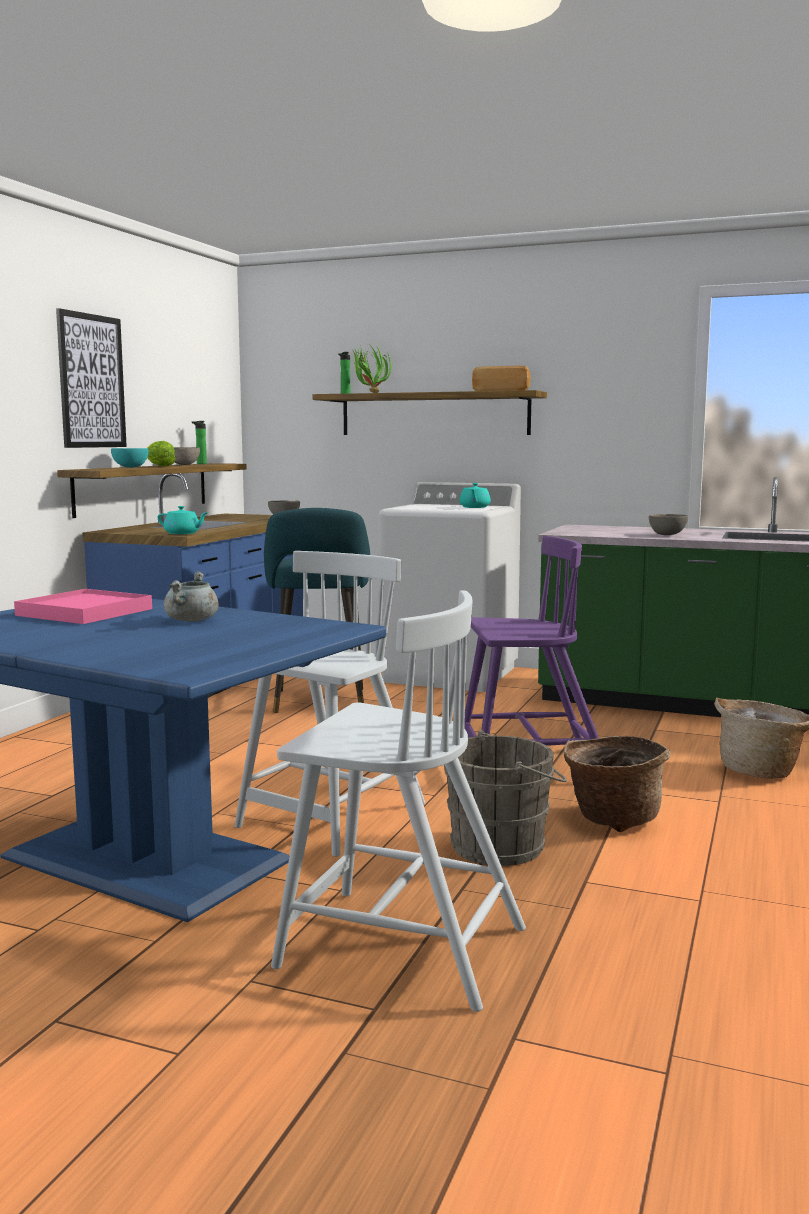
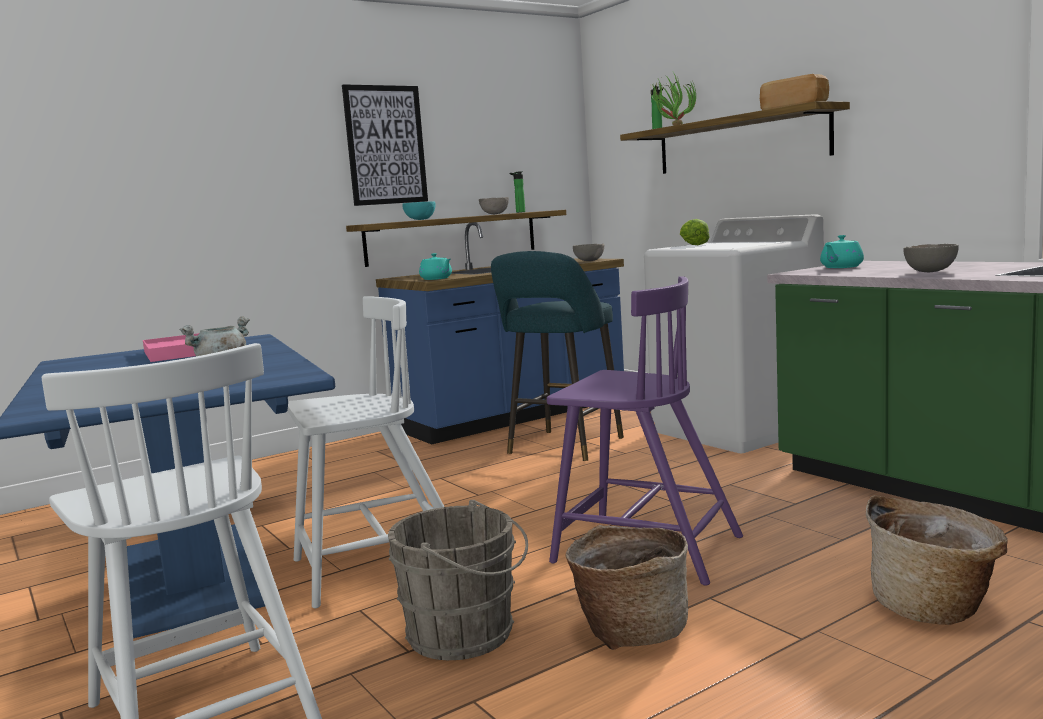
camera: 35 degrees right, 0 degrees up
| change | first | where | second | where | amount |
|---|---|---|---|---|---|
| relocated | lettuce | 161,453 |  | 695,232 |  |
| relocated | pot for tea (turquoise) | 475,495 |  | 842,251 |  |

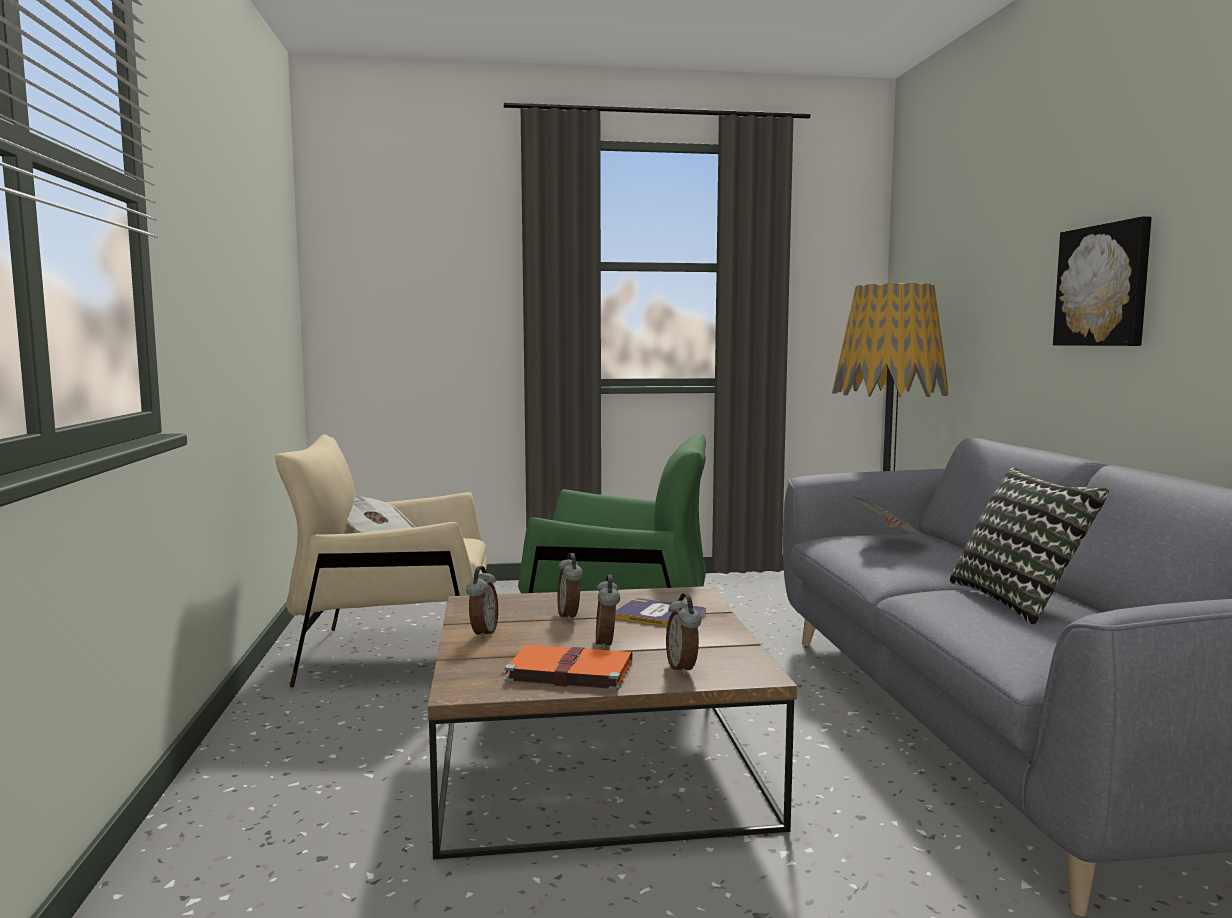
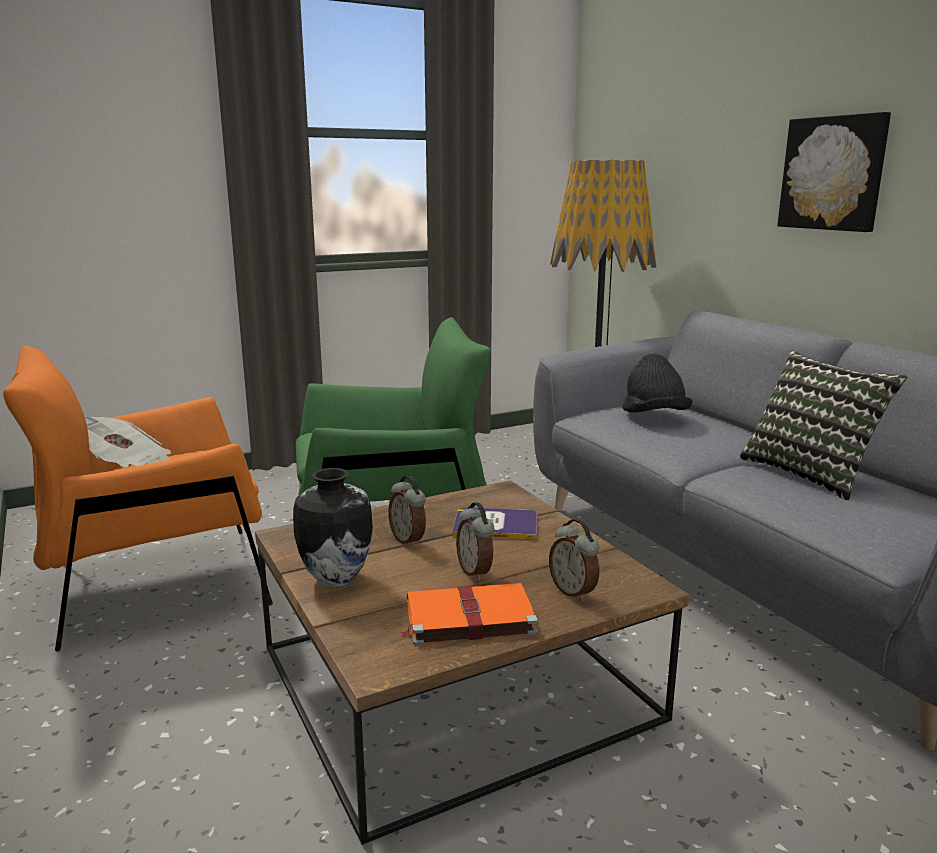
camera: 20 degrees left, 10 degrees up
| change | first | where | second | where | amount |
|---|---|---|---|---|---|
| exchanged | alarm clock | 482,602 | flower vase | 333,527 |  |
| exchanged | daily paper | 896,520 | clothing hat (black) | 657,383 |  |
| colour | easy chair (sand-coloured) | 381,561 | easy chair (orange-coloured) | 138,498 |  |

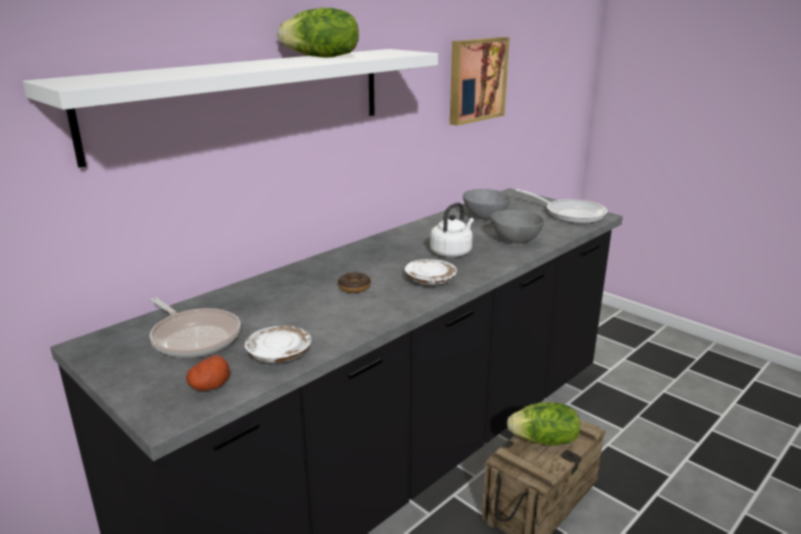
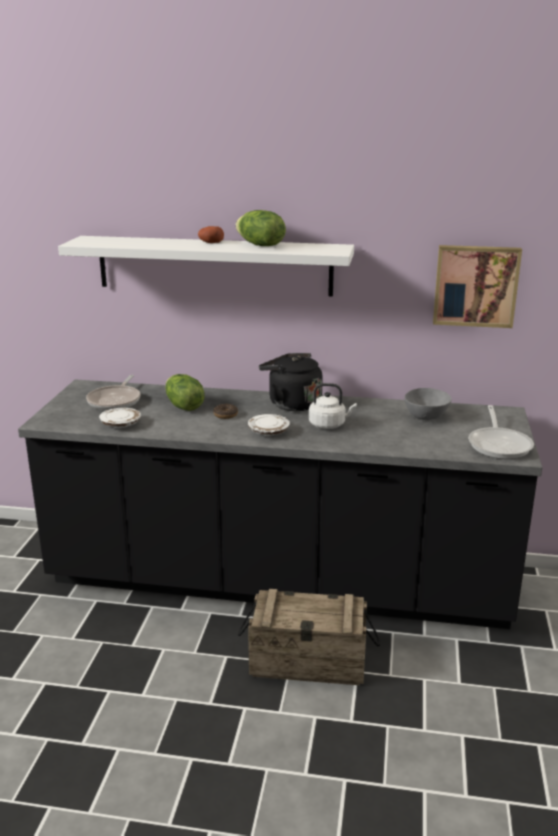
camera: 55 degrees right, 0 degrees up
| change | first | where | second | where | amount |
|---|---|---|---|---|---|
| missing | deep dish (gray) | 518,226 |  |  |  |
| appeared |  |  | water kettle (black) | 291,382 |  |
| relocated | potato | 208,373 |  | 211,234 |  |
| relocated | lettuce | 543,424 |  | 185,392 |  |

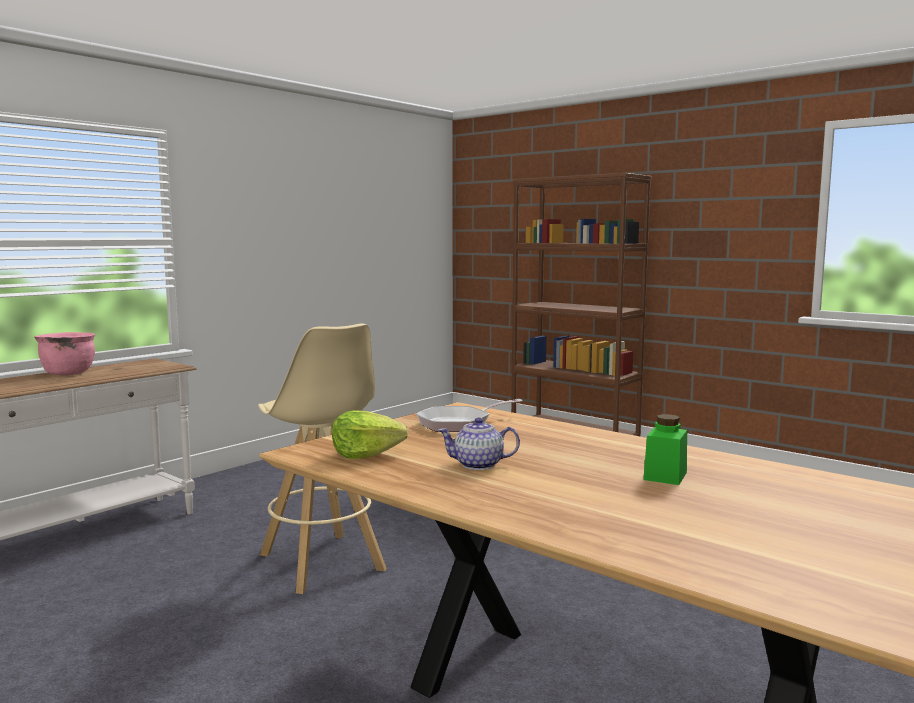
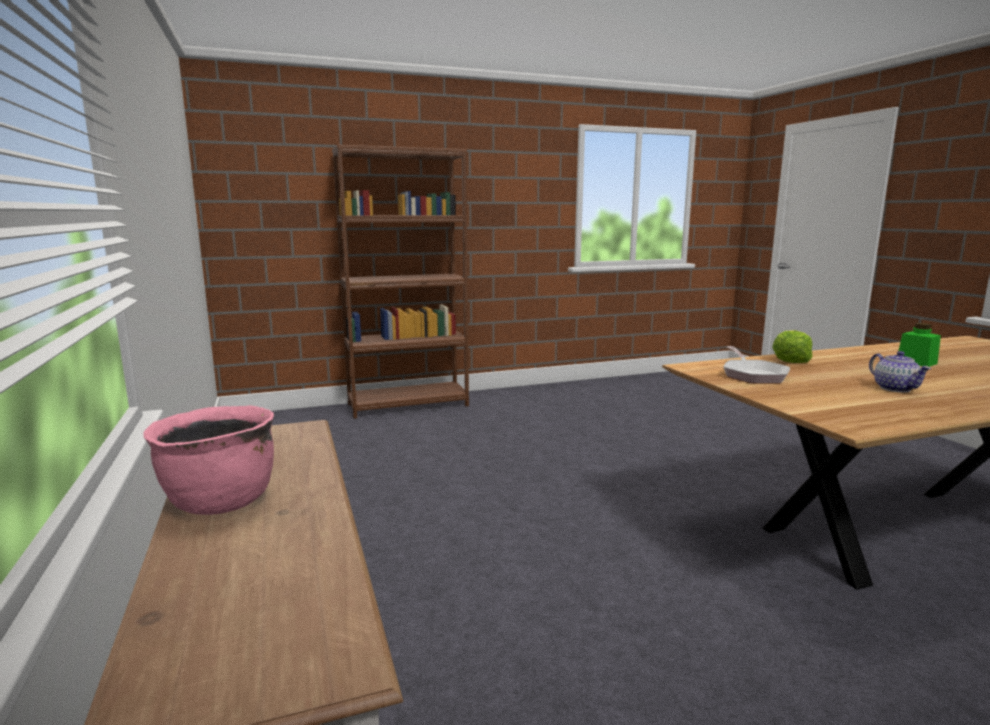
camera: 60 degrees left, 5 degrees up
| change | first | where | second | where | amount |
|---|---|---|---|---|---|
| missing | stool seat (sand-coloured) | 322,458 |  |  |  |
| relocated | lettuce | 370,434 |  | 792,346 |  |
| spun | pot for tea | 479,444 |  | 900,371 | 45 degrees counterclockwise |

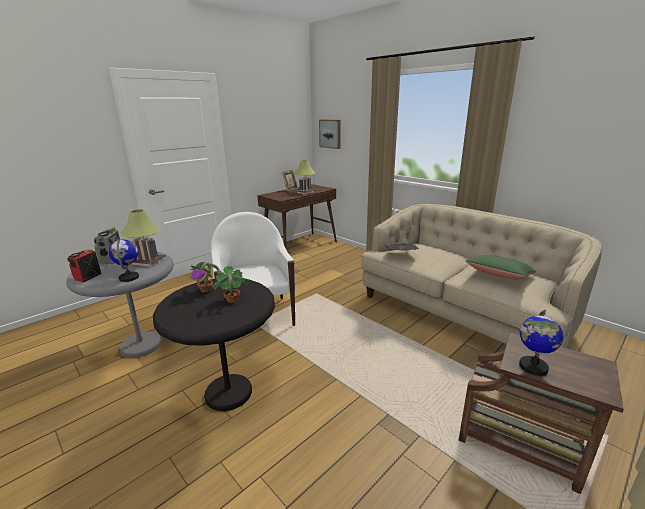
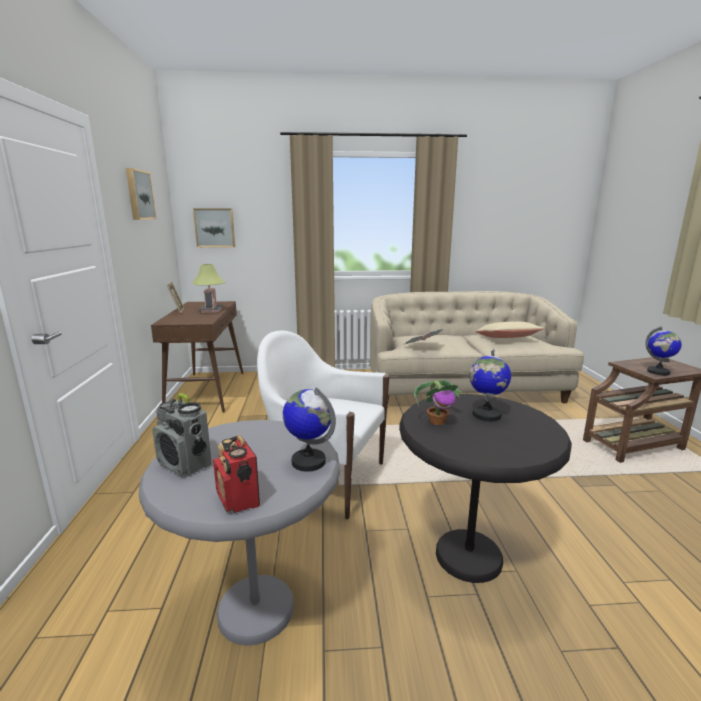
camera: 50 degrees left, 5 degrees down
| change | first | where | second | where | amount |
|---|---|---|---|---|---|
| missing | tabletop lamp | 143,238 |  |  |  |
| appeared |  |  | picture | 141,194 |  |
| exchanged | plant in a pot | 230,284 | world globe | 490,385 |  |
| colour | cushion (green) | 501,267 | cushion (sand-coloured) | 509,330 |  |

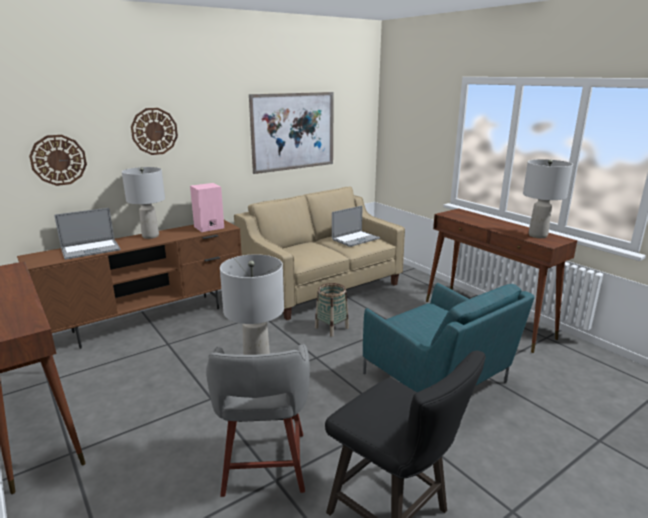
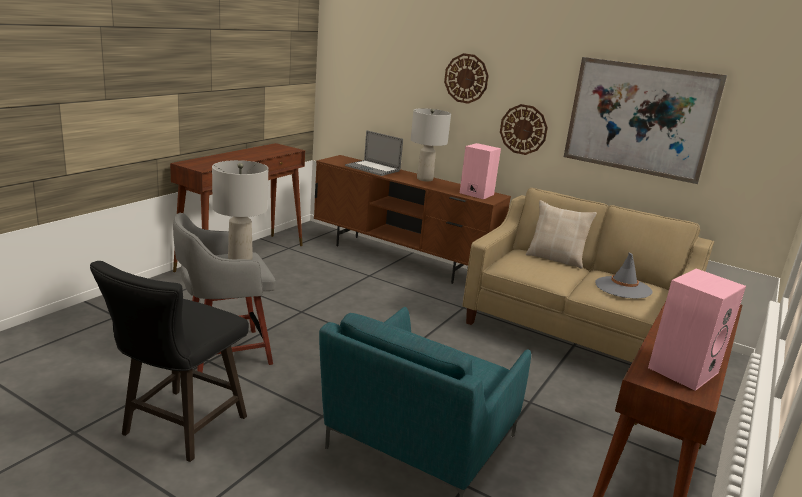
camera: 65 degrees right, 0 degrees up
| change | first | where | second | where | amount |
|---|---|---|---|---|---|
| missing | household basket | 332,310 |  |  |  |
| appeared |  |  | cushion (sand-coloured) | 561,234 |  |
| relocated | wall clock | 58,160 |  | 524,129 |  |
| exchanged | notebook computer | 356,226 | clothing hat (gray) | 623,275 |  |
| exchanged | tabletop lamp (gray) | 548,198 | audio speaker (pink-coloured) | 697,330 |  |

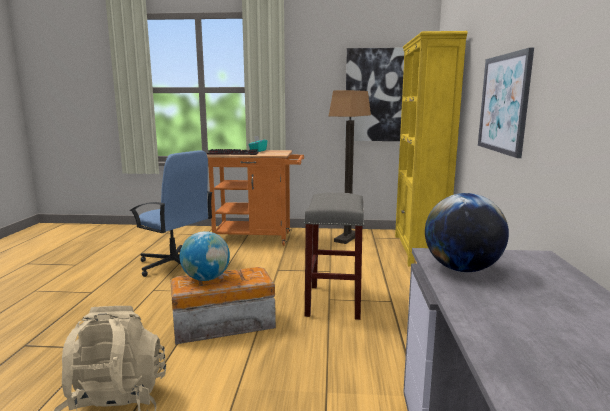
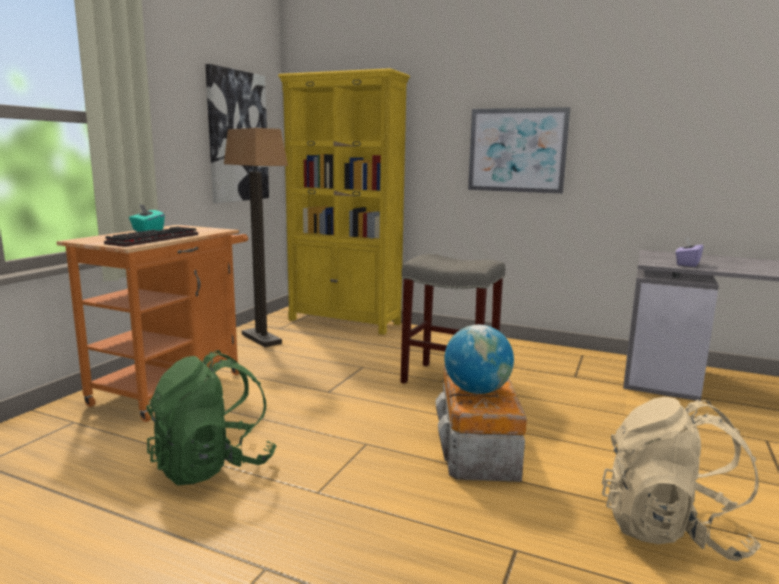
camera: 70 degrees left, 0 degrees up
| change | first | where | second | where | amount |
|---|---|---|---|---|---|
| exchanged | office chair (bluish) | 171,213 | rucksack (green) | 211,417 |  |
| exchanged | world globe | 467,232 | box of tissues (purplish) | 689,252 |  |

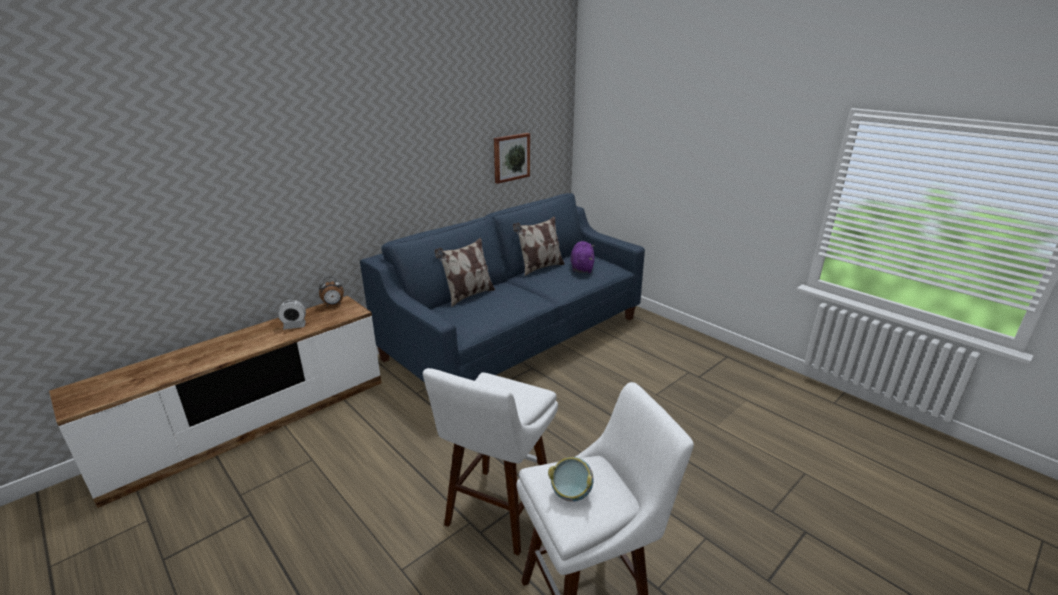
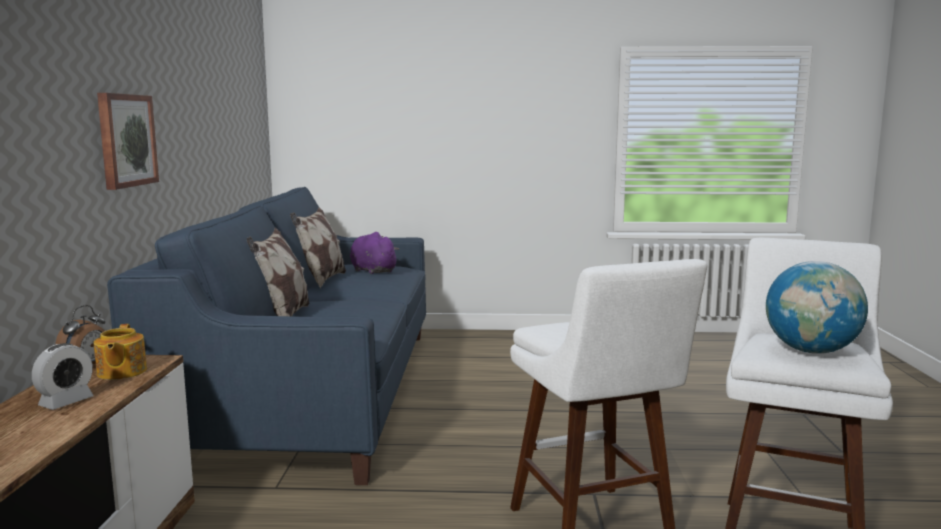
camera: 45 degrees left, 15 degrees down
| change | first | where | second | where | amount |
|---|---|---|---|---|---|
| appeared |  |  | pot for tea | 120,352 |  |
| relocated | picture | 512,158 |  | 128,141 |  |
| exchanged | deep dish | 571,479 | world globe | 817,307 |  |

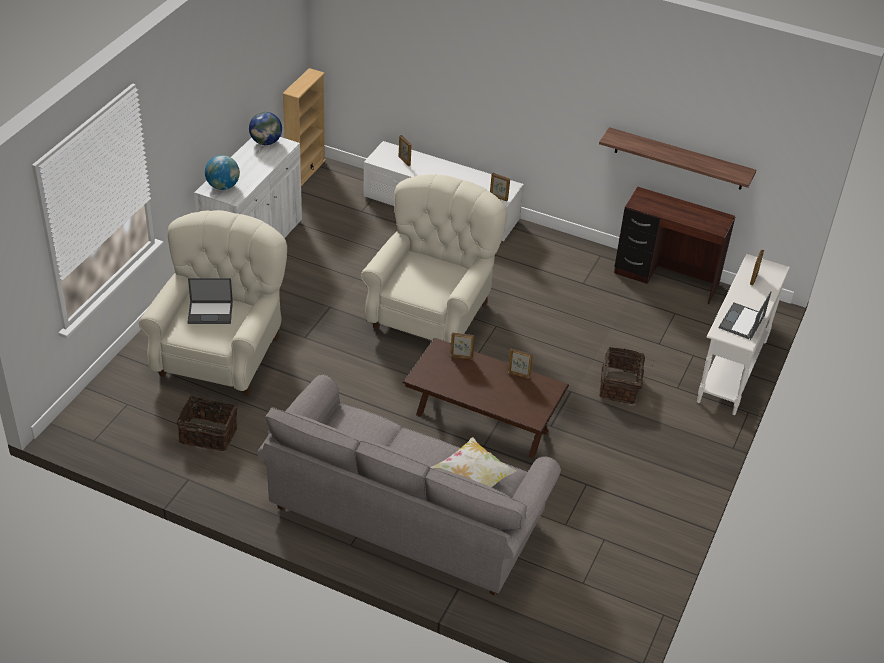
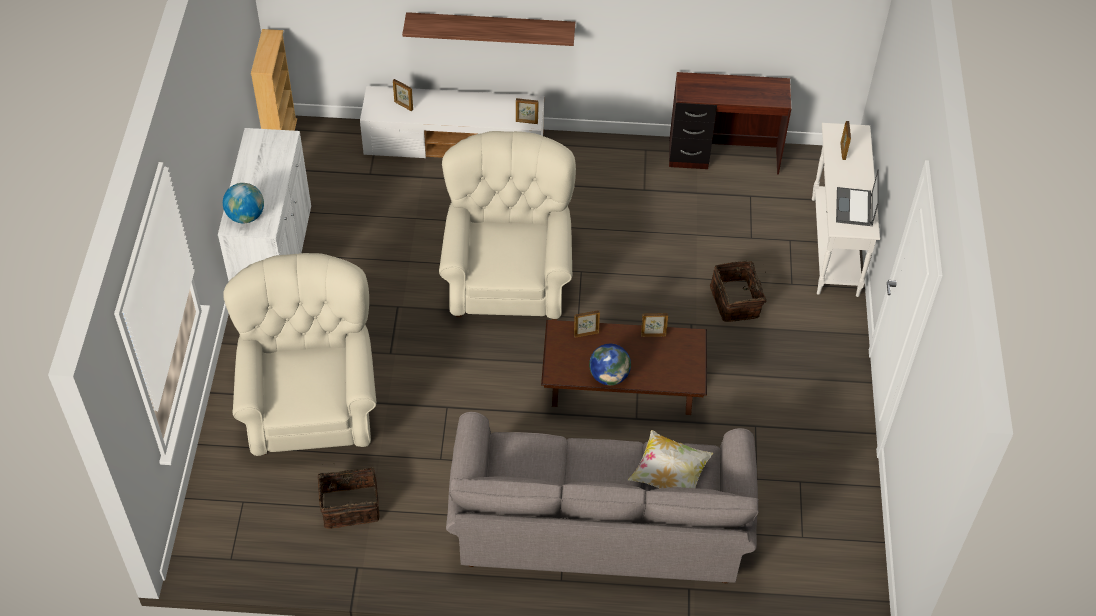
camera: 20 degrees left, 10 degrees up
| change | first | where | second | where | amount |
|---|---|---|---|---|---|
| missing | notebook computer | 210,301 |  |  |  |
| relocated | world globe | 265,128 |  | 610,364 |  |
| relocated | shelf | 677,158 |  | 488,29 |  |

